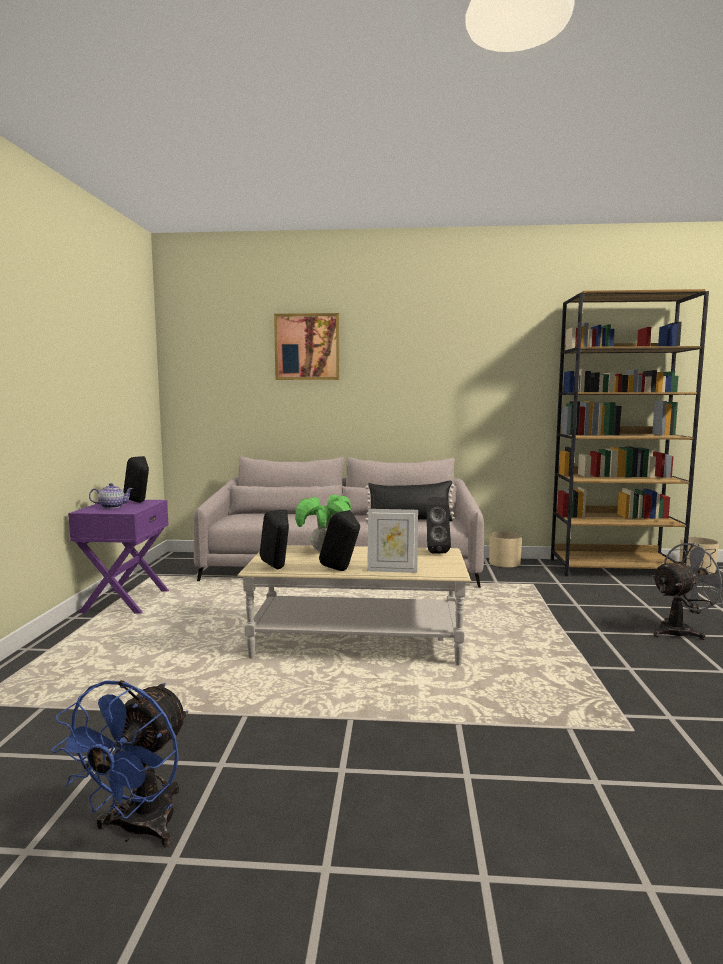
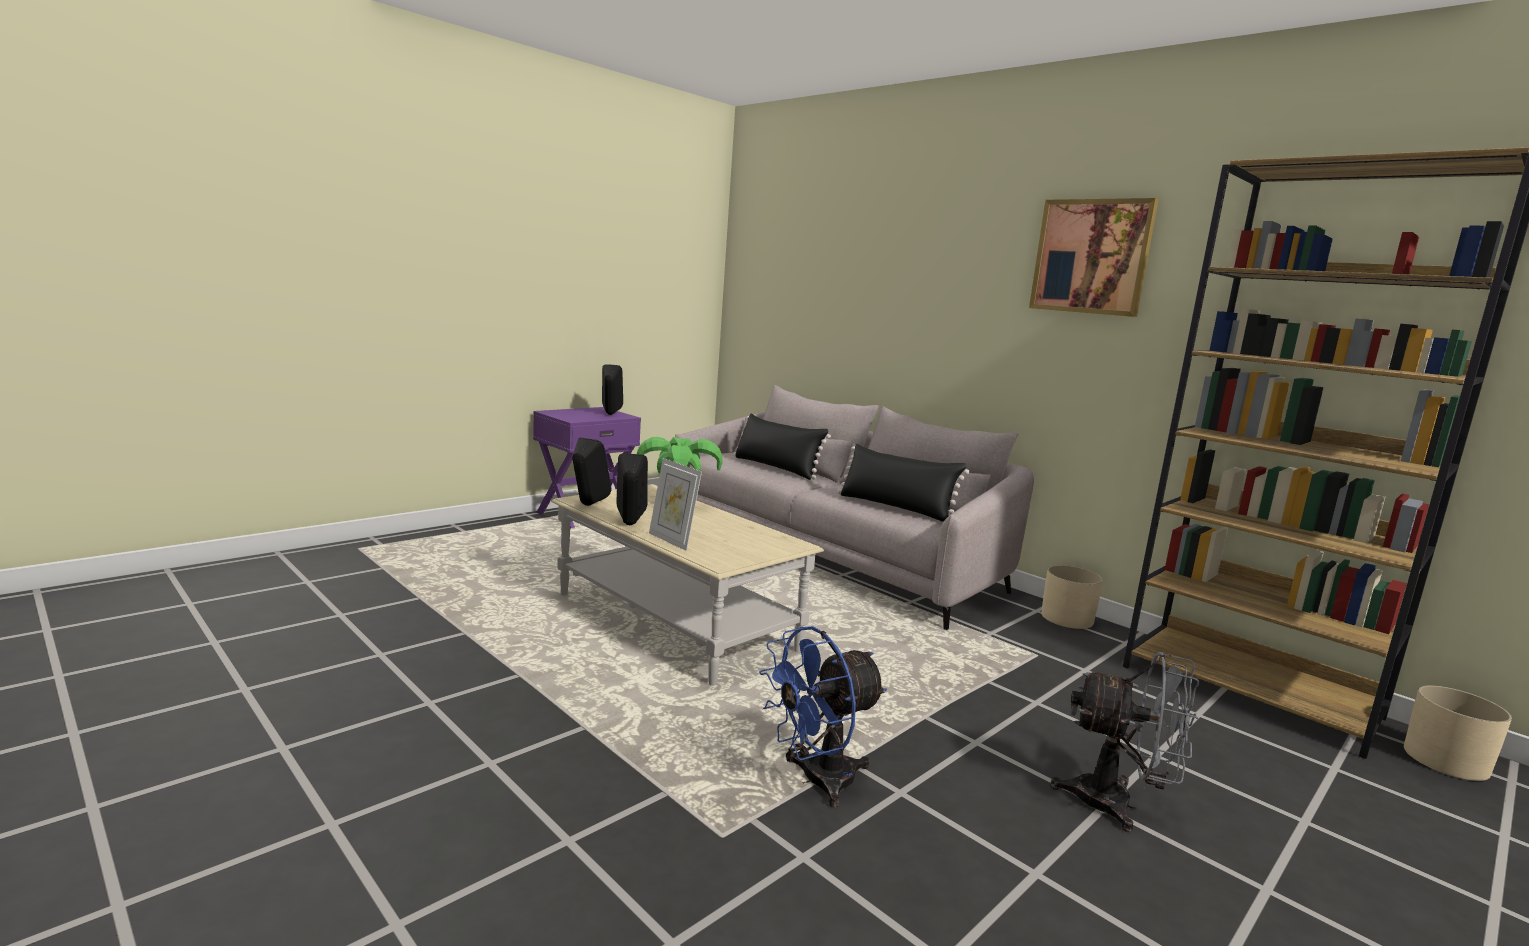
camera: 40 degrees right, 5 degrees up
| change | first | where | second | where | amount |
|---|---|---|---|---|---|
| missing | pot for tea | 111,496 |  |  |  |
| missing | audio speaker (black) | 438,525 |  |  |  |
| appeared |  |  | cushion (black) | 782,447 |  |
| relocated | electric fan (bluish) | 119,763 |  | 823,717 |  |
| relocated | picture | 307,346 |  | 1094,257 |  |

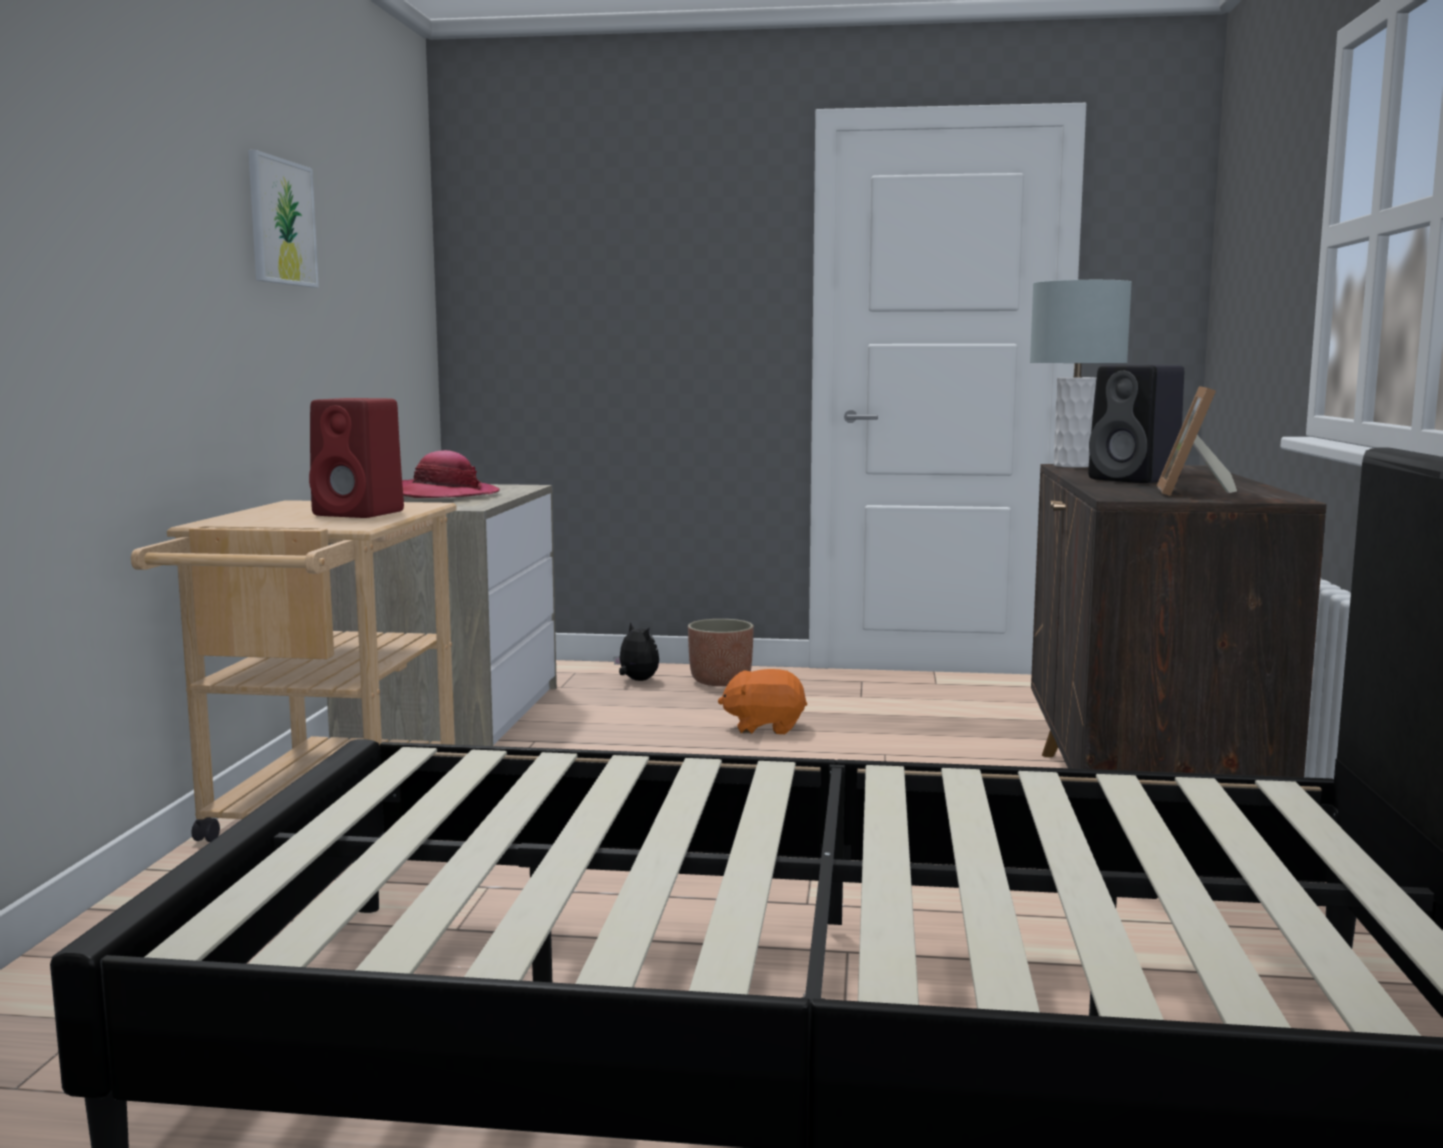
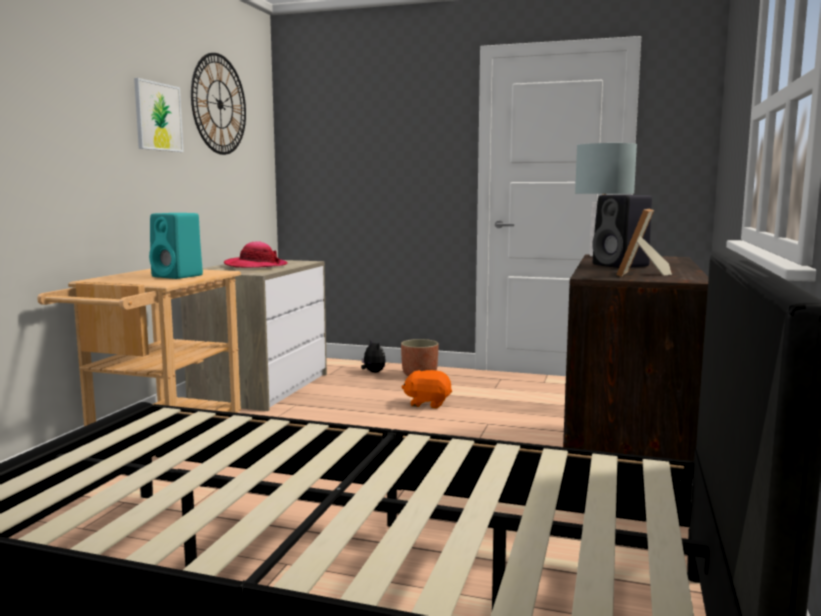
camera: 10 degrees right, 0 degrees up
| change | first | where | second | where | amount |
|---|---|---|---|---|---|
| appeared |  |  | wall clock | 218,104 |  |
| colour | audio speaker (red-coloured) | 356,458 | audio speaker (turquoise) | 176,246 |  |

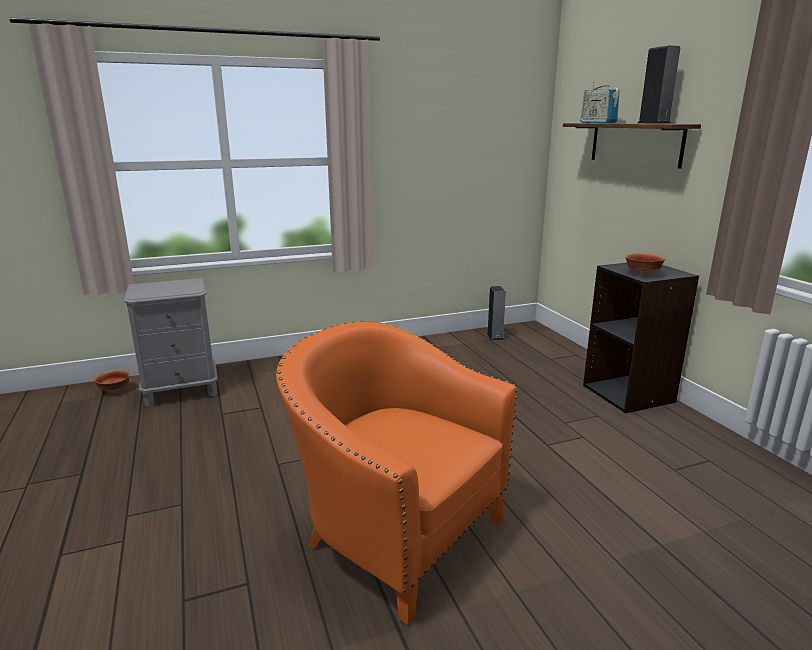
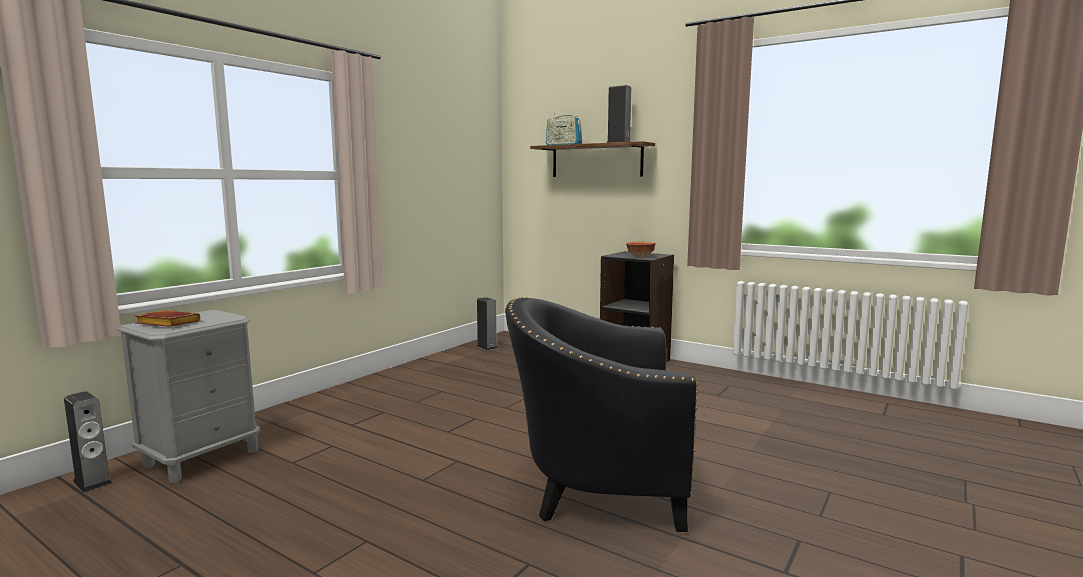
camera: 35 degrees left, 10 degrees down
| change | first | where | second | where | amount |
|---|---|---|---|---|---|
| appeared |  |  | volume (brown) | 167,318 |  |
| exchanged | deep dish | 112,381 | audio speaker | 88,441 |  |
| colour | easy chair (orange-coloured) | 396,473 | easy chair (black) | 601,414 |  |

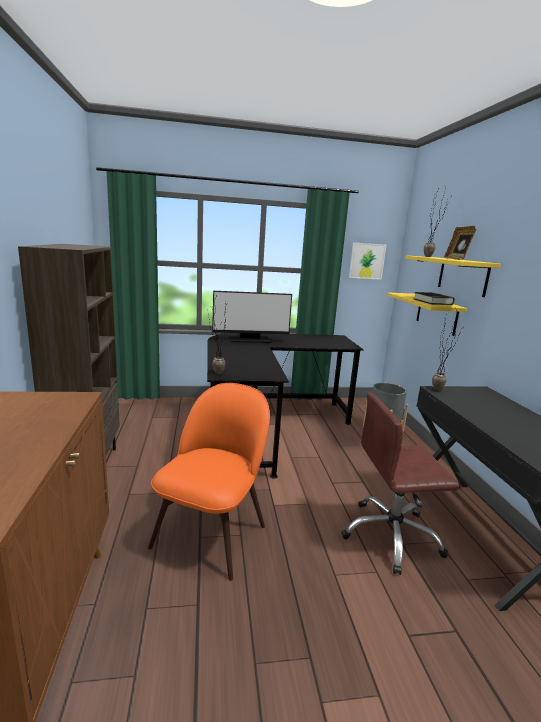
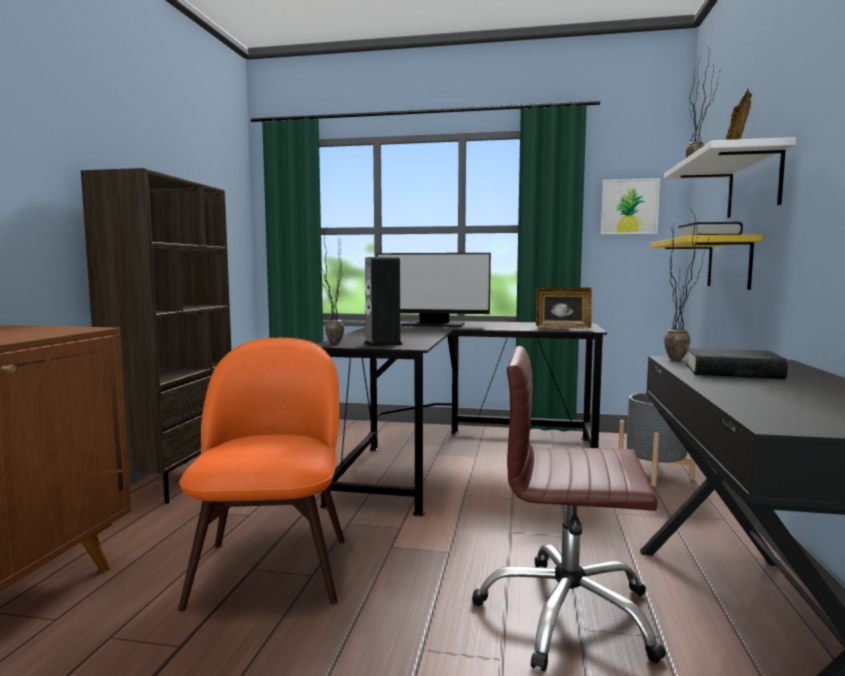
camera: 20 degrees right, 10 degrees down
| change | first | where | second | where | amount |
|---|---|---|---|---|---|
| appeared |  |  | audio speaker | 383,302 |  |
| appeared |  |  | photo frame | 564,308 |  |
| appeared |  |  | volume (black) | 737,363 |  |
| colour | shelf (yellow) | 453,276 | shelf (whitish) | 730,177 |  |
| spun | plain chair (orange-coloured) | 209,482 |  | 261,474 | 45 degrees counterclockwise |

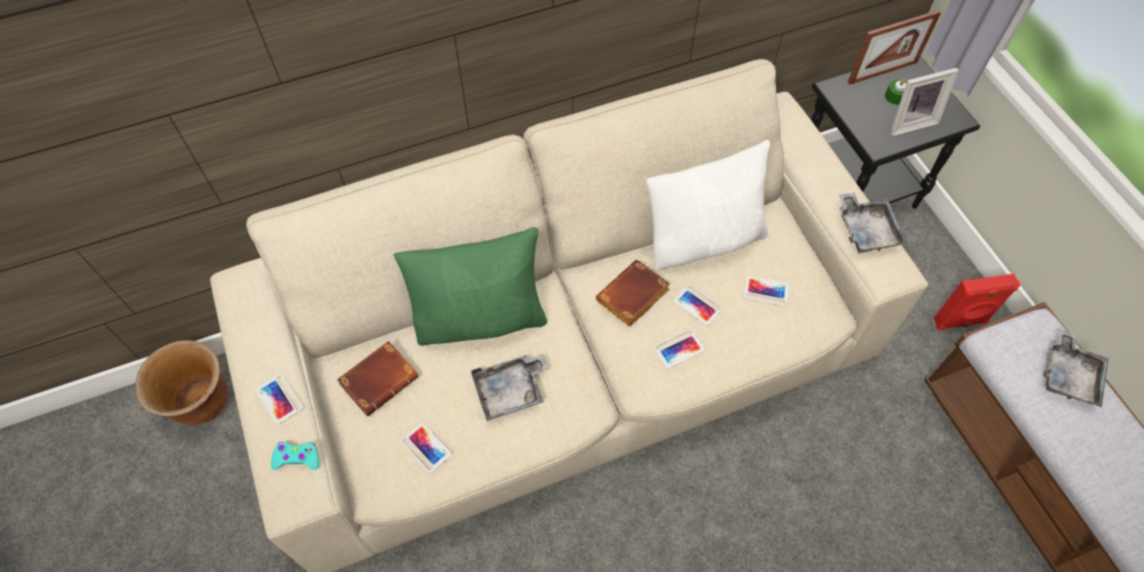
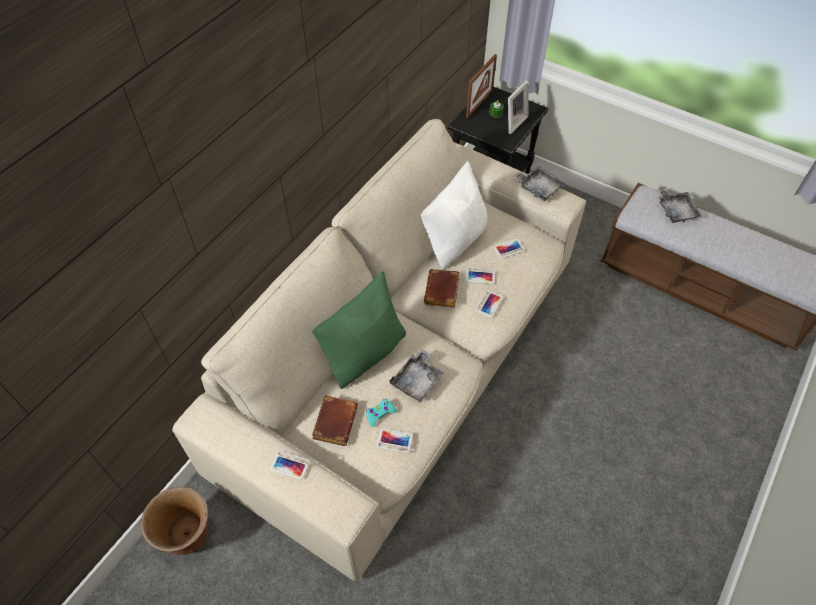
camera: 35 degrees left, 5 degrees down
| change | first | where | second | where | amount |
|---|---|---|---|---|---|
| missing | audio speaker (red-coloured) | 977,302 |  |  |  |
| relocated | joypad (turquoise) | 295,456 |  | 381,413 |  |

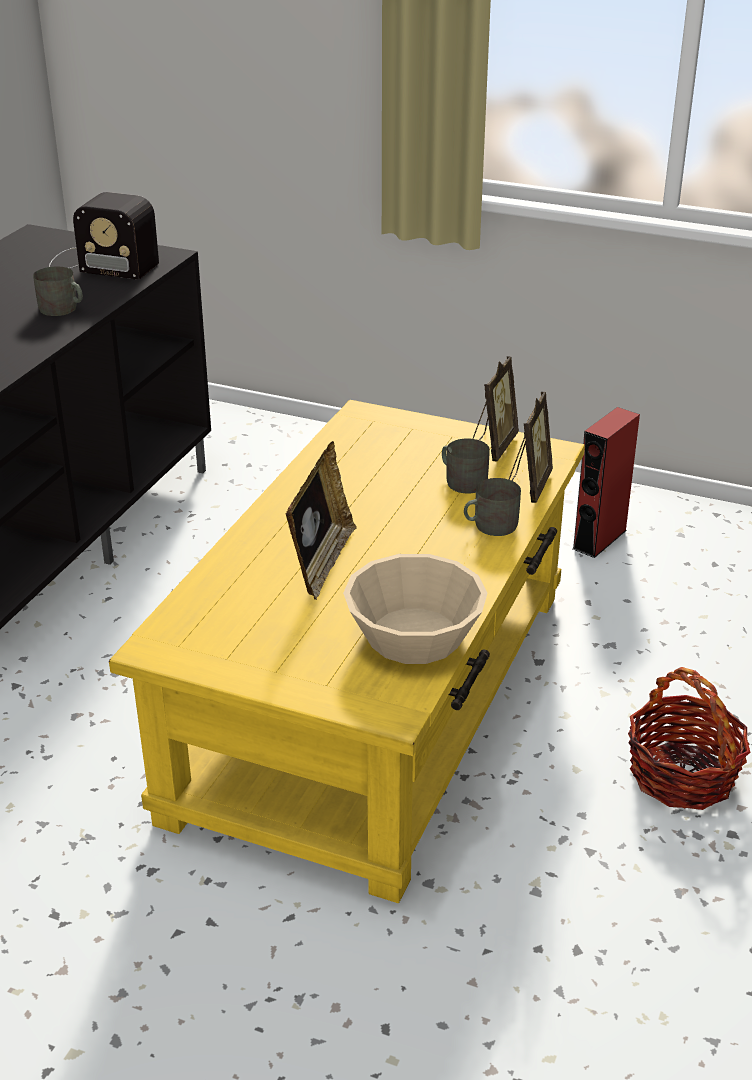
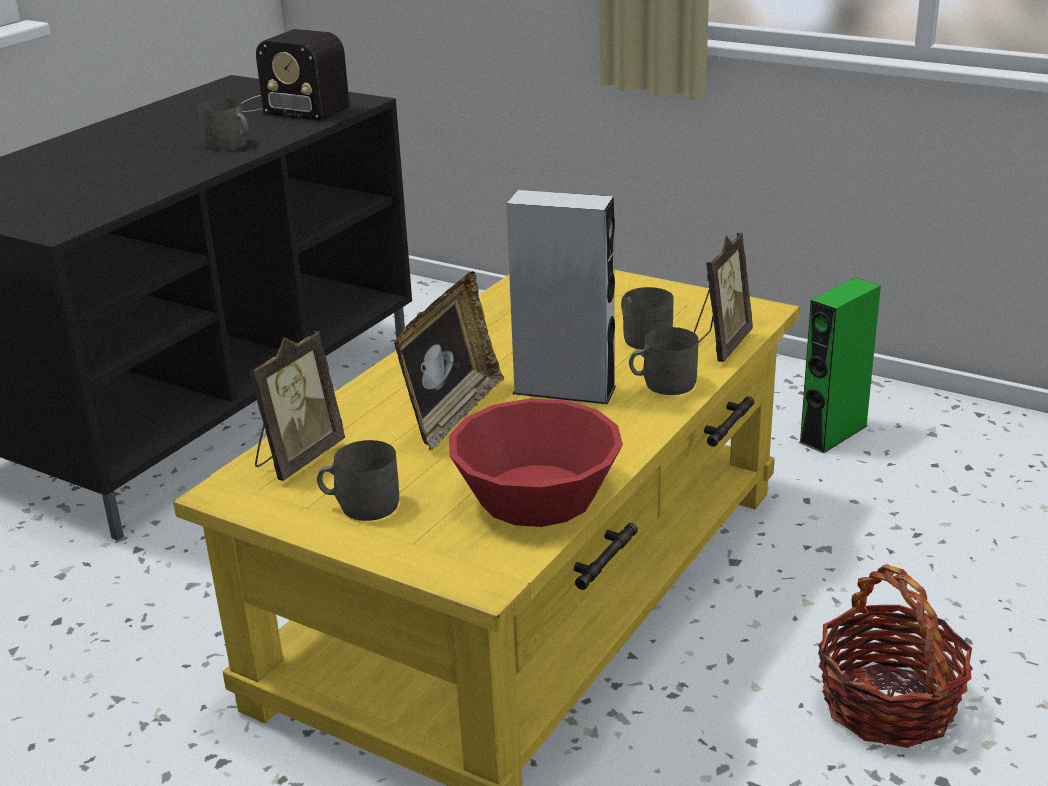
camera: 10 degrees right, 5 degrees down
| change | first | where | second | where | amount |
|---|---|---|---|---|---|
| appeared |  |  | mug (gray) | 358,480 |  |
| appeared |  |  | audio speaker (gray) | 561,297 |  |
| relocated | photo frame | 495,409 |  | 297,406 |  |
| colour | deep dish (sand-coloured) | 415,609 | deep dish (red-coloured) | 536,463 |  |
| colour | audio speaker (red-coloured) | 606,482 | audio speaker (green) | 840,365 |  |

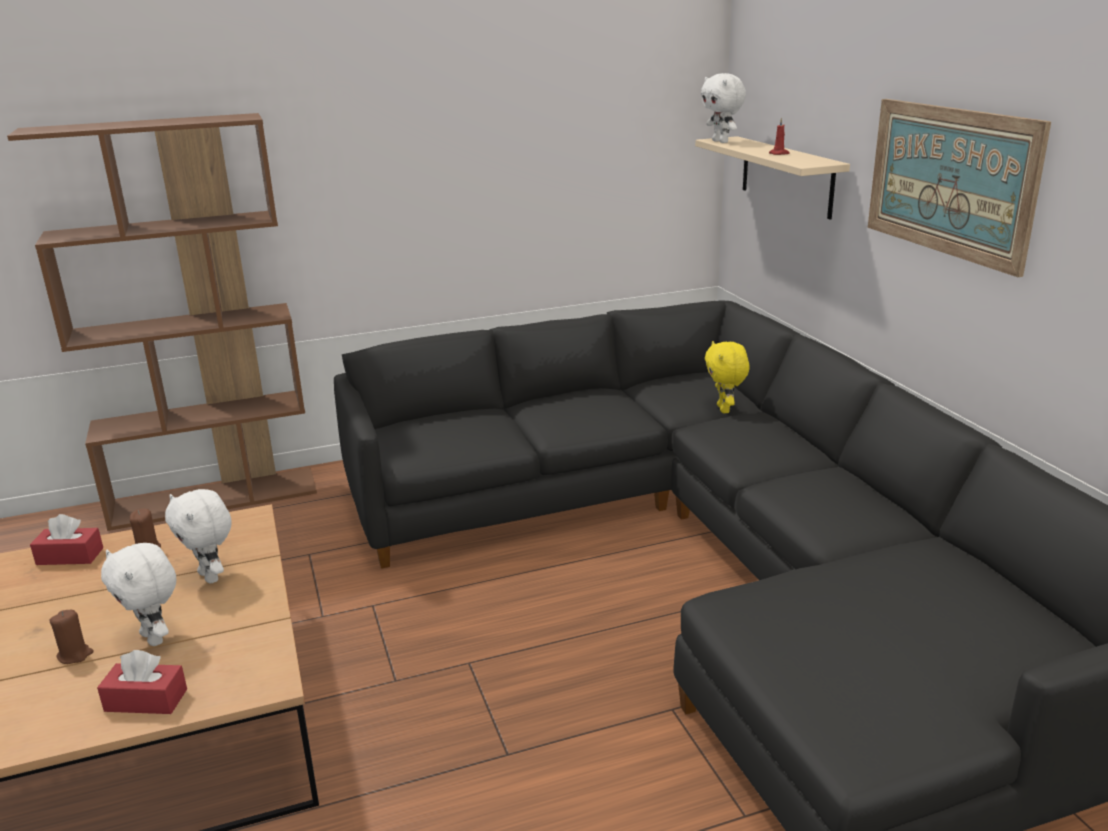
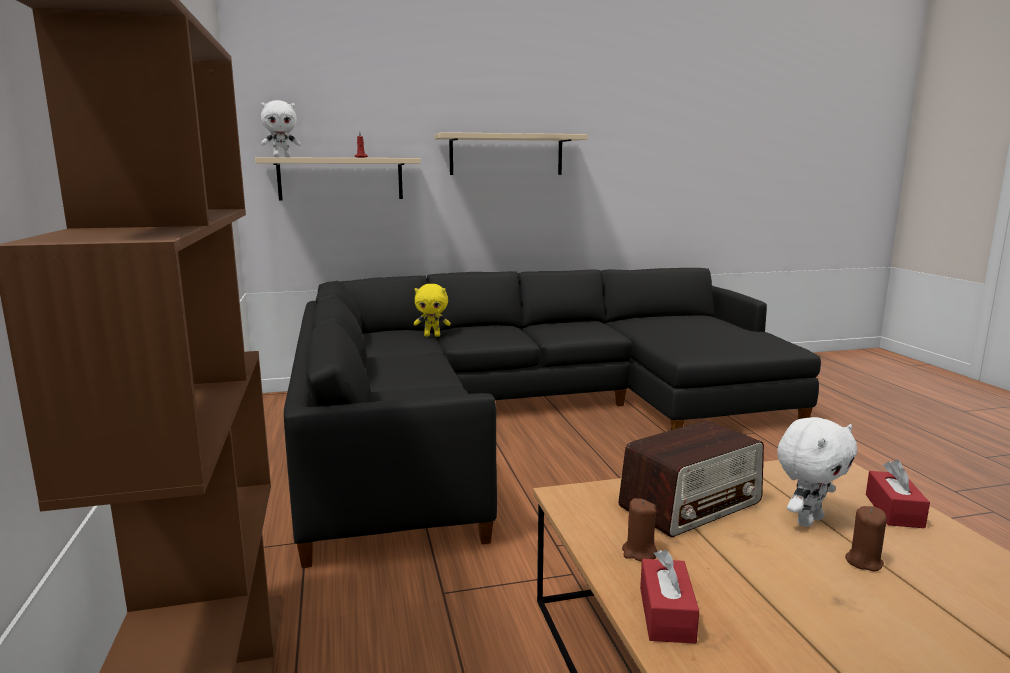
camera: 85 degrees left, 10 degrees down
| change | first | where | second | where | amount |
|---|---|---|---|---|---|
| exchanged | cuddly toy (whitish) | 198,536 | radio | 691,478 |  |
| exchanged | picture | 959,188 | shelf (sand-coloured) | 511,153 |  |

